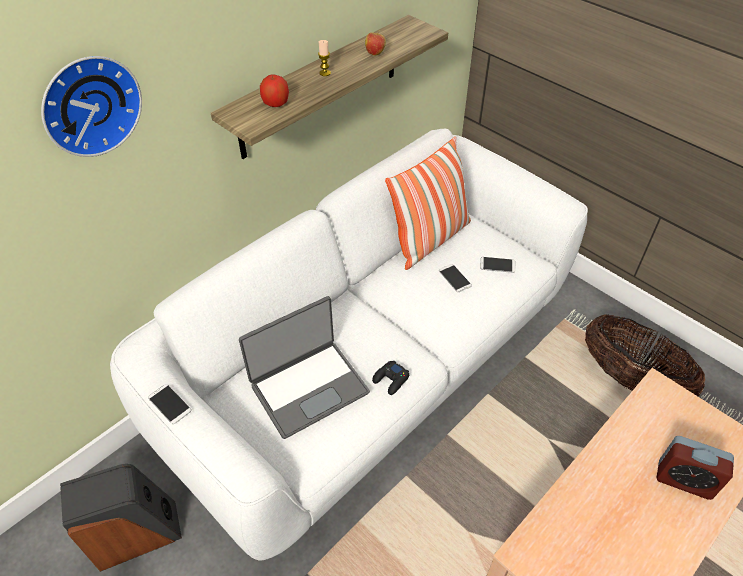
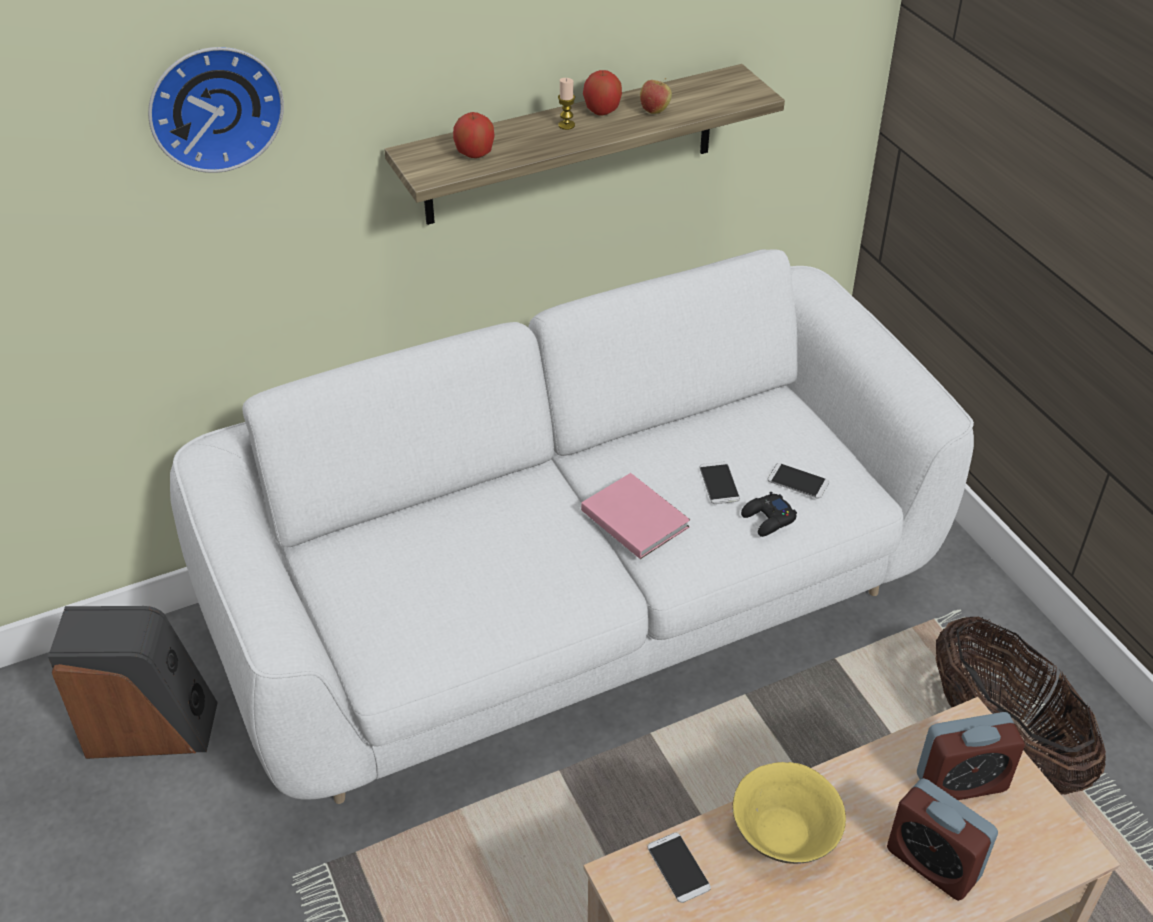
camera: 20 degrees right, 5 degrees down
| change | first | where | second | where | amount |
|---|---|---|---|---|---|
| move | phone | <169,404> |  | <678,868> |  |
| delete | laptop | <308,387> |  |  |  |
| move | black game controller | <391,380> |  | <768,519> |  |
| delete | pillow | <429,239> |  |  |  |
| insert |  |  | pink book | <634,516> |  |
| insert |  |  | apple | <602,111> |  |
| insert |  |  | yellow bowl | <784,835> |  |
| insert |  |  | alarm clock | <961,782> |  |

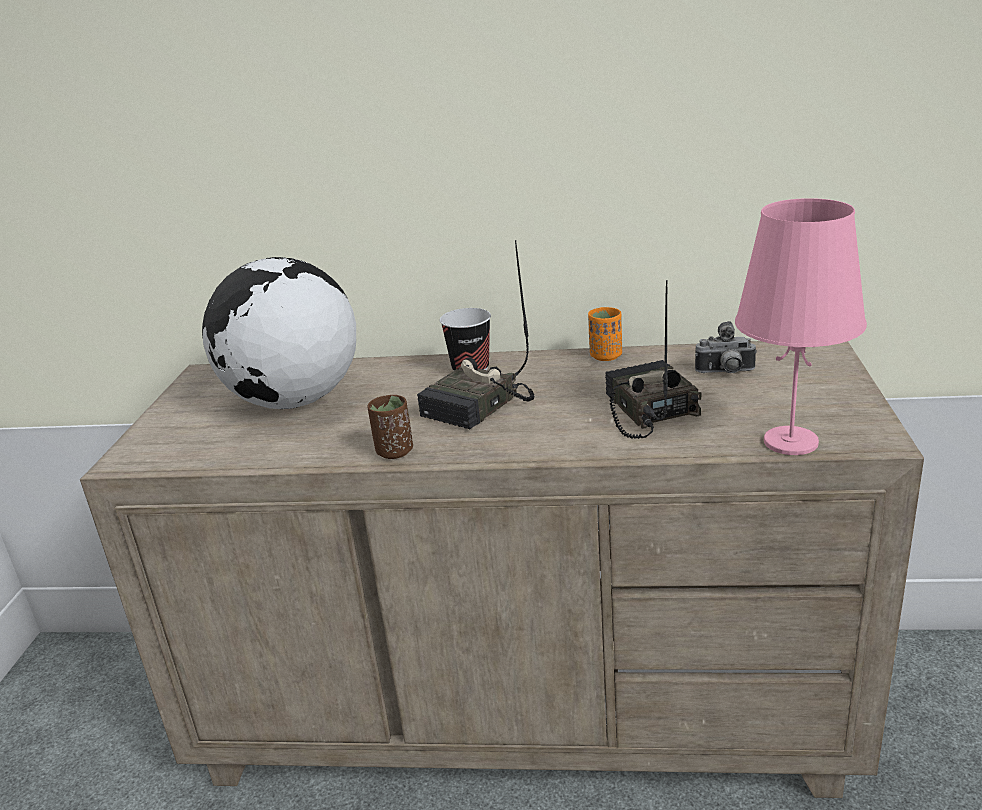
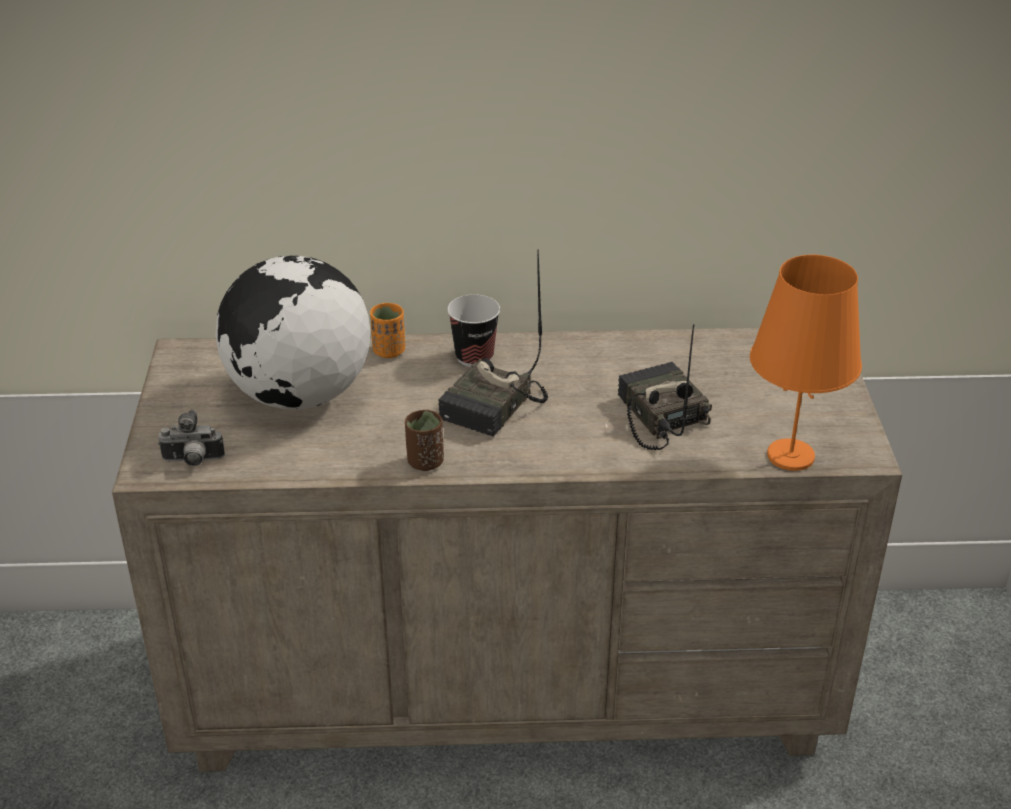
camera: 10 degrees left, 10 degrees up
| change | first | where | second | where | amount |
|---|---|---|---|---|---|
| move | orange cup | <606,356> |  | <389,351> |  |
| move | photo camera | <725,373> |  | <193,461> |  |
| recolor | pink table lamp | <791,441> | orange table lamp | <791,455> |  |

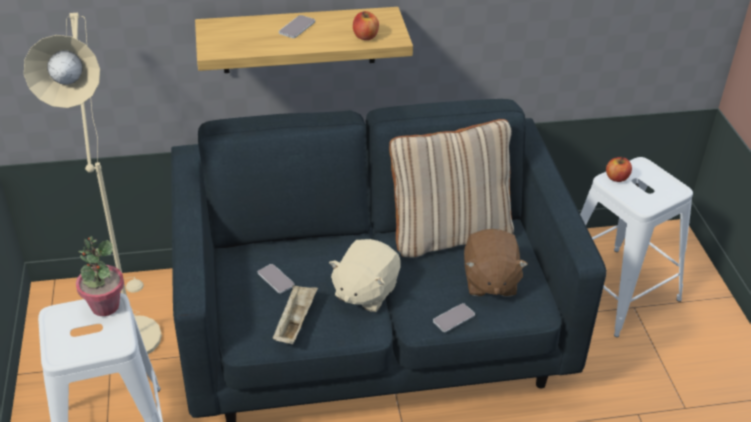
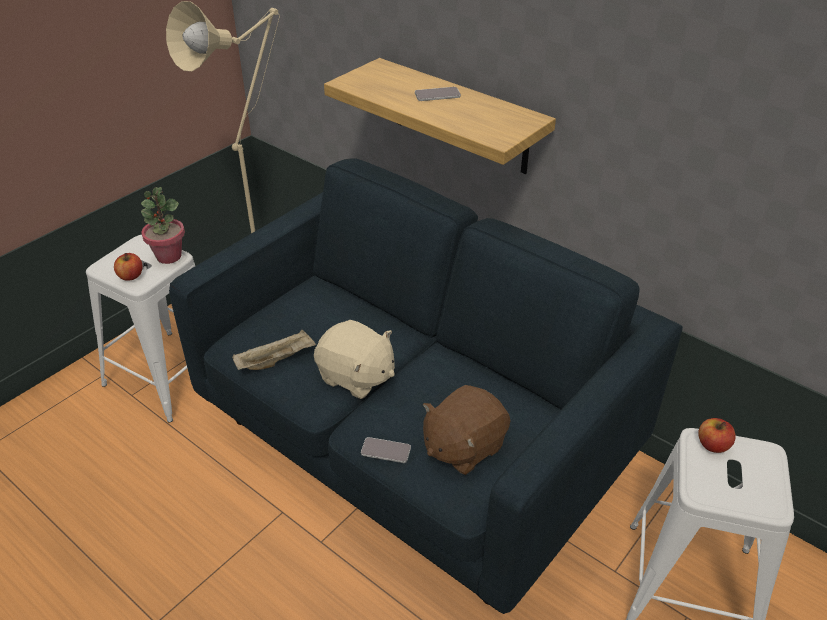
camera: 50 degrees right, 0 degrees up
| change | first | where | second | where | amount |
|---|---|---|---|---|---|
| delete | phone | <276,279> |  |  |  |
| rotate | beige plush toy | <365,291> |  | <356,377> | 135 degrees counterclockwise |
| move | apple | <365,36> |  | <131,276> |  |
| delete | beige pillow | <449,233> |  |  |  |

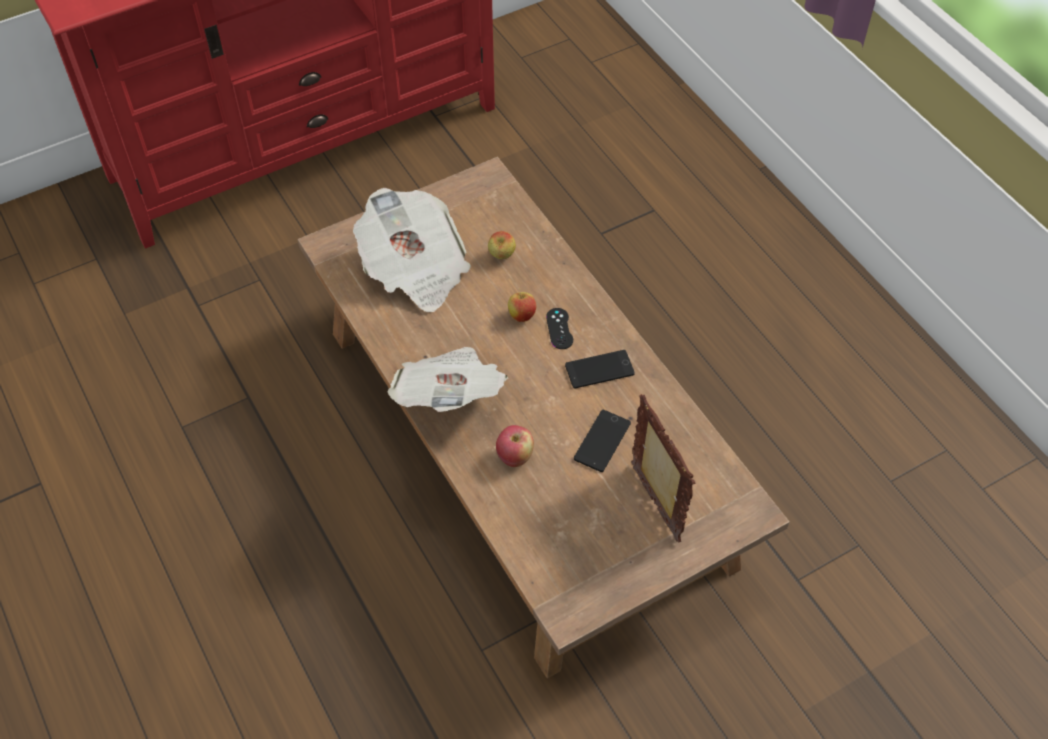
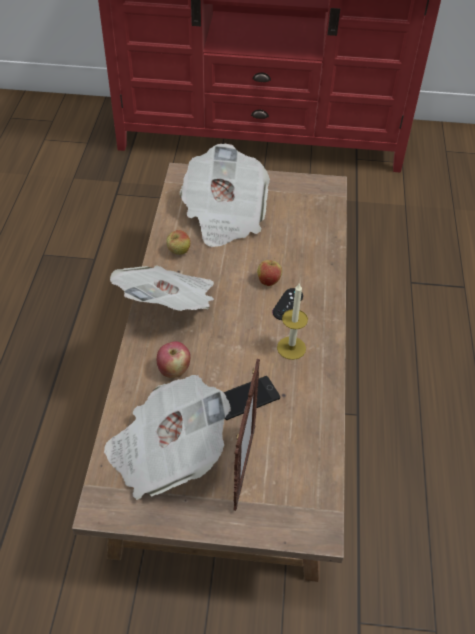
camera: 35 degrees right, 5 degrees down
| change | first | where | second | where | amount |
|---|---|---|---|---|---|
| move | apple | <501,255> |  | <178,252> |  |
| replace | phone | <599,370> | candle | <291,348> |  |
| insert |  |  | newspaper | <166,453> |  |

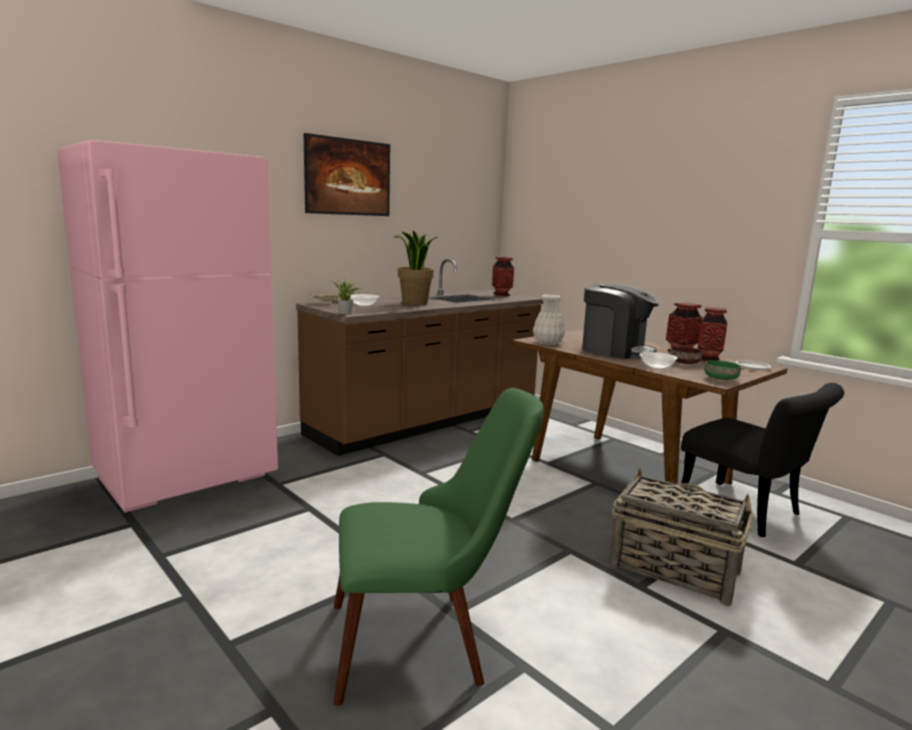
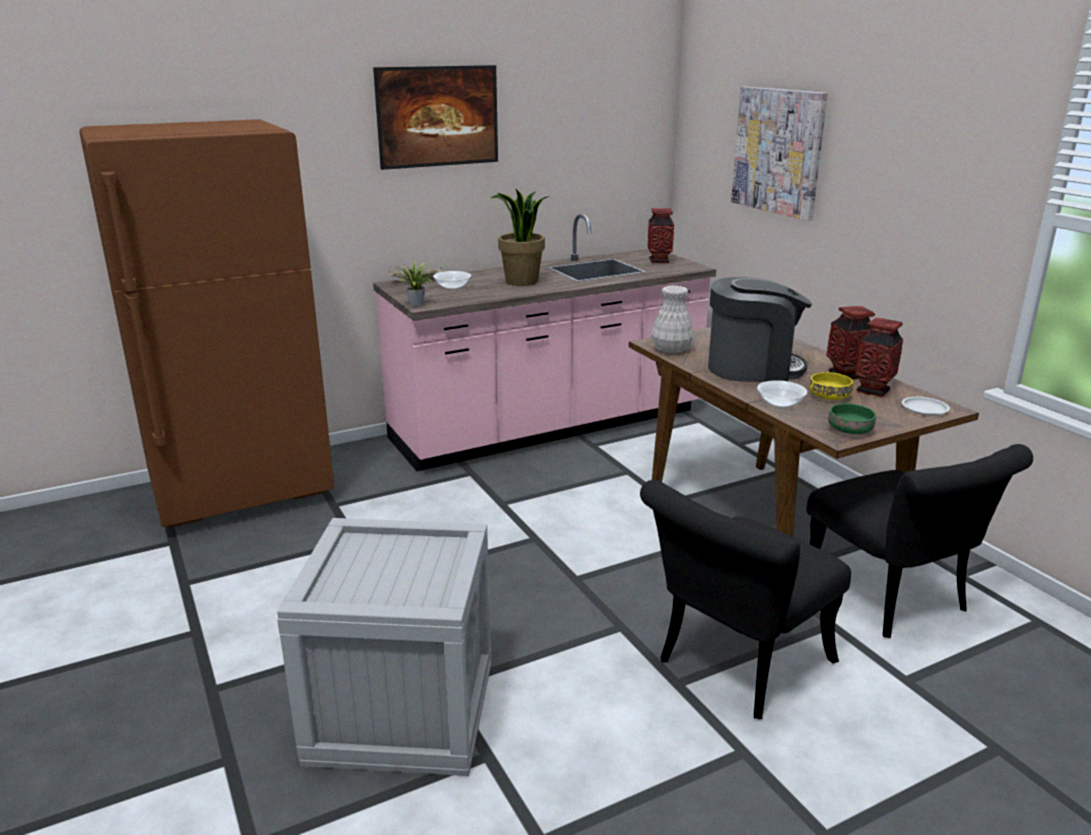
camera: 15 degrees right, 10 degrees up
| change | first | where | second | where | amount |
|---|---|---|---|---|---|
| recolor | pink fridge | <188,481> | brown fridge | <242,493> |  |
| recolor | brown counter | <428,421> | pink counter | <549,427> |  |
| replace | green chair | <427,640> | crate | <403,712> |  |
| rotate | coffee machine | <615,351> |  | <752,368> | 45 degrees counterclockwise |
| replace | basket | <673,568> | black chair | <734,666> |  |
| recolor | brown bowl | <684,363> | yellow bowl | <829,397> |  |
| insert |  |  | picture | <778,151> |  |

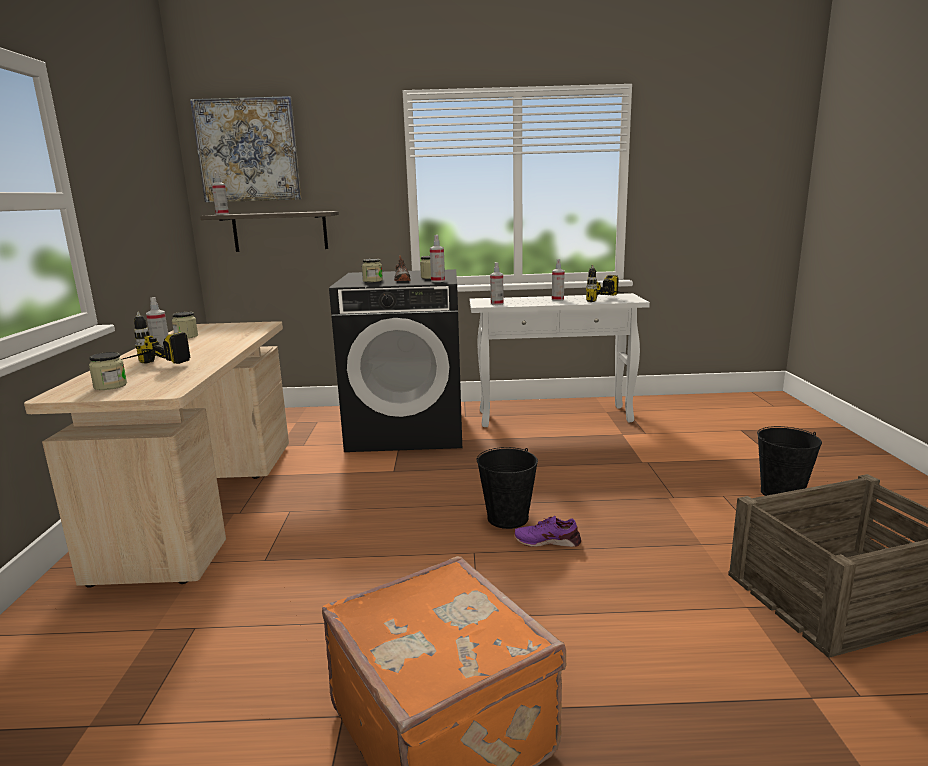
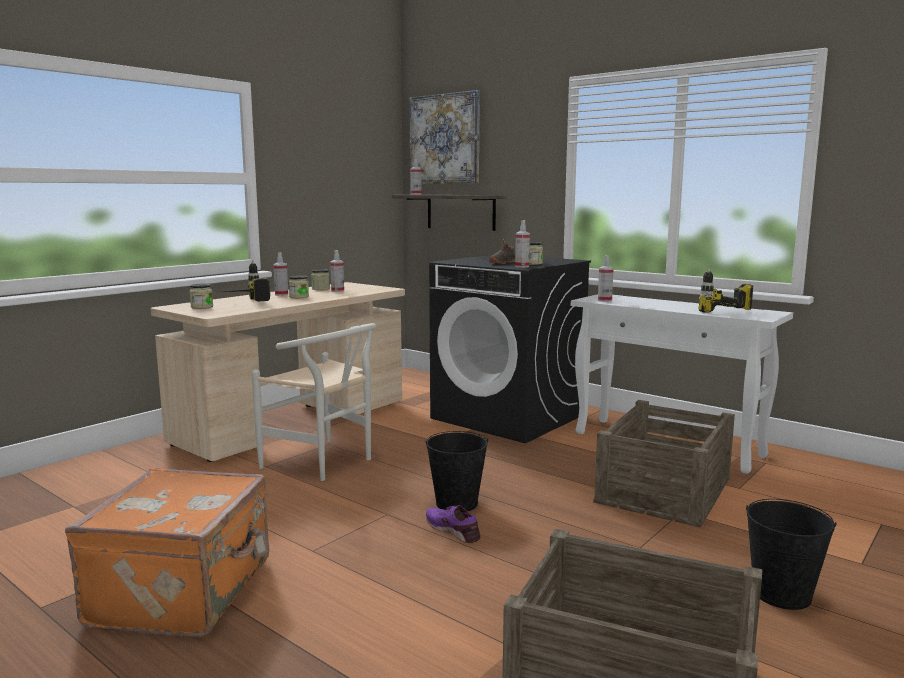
camera: 40 degrees right, 5 degrees down
| change | first | where | second | where | amount |
|---|---|---|---|---|---|
| move | jar | <372,281> |  | <299,297> |  |
| move | spray bottle | <557,300> |  | <337,291> |  |
| insert |  |  | white chair | <325,463> |  |
| insert |  |  | crate | <665,490> |  |

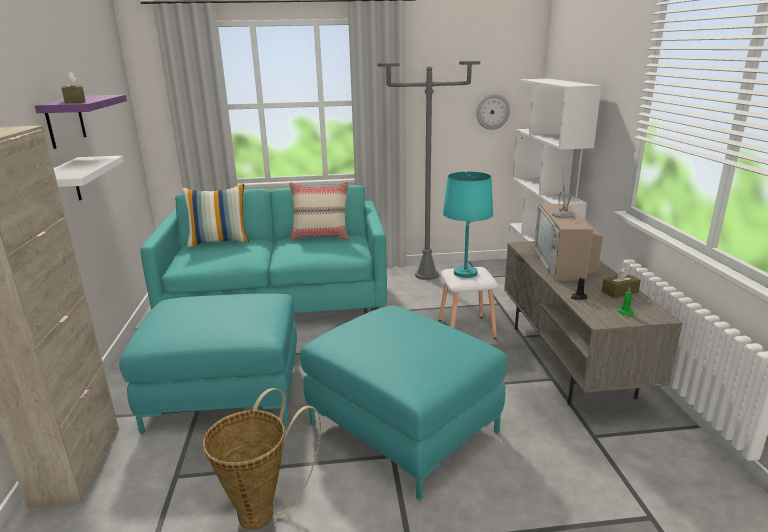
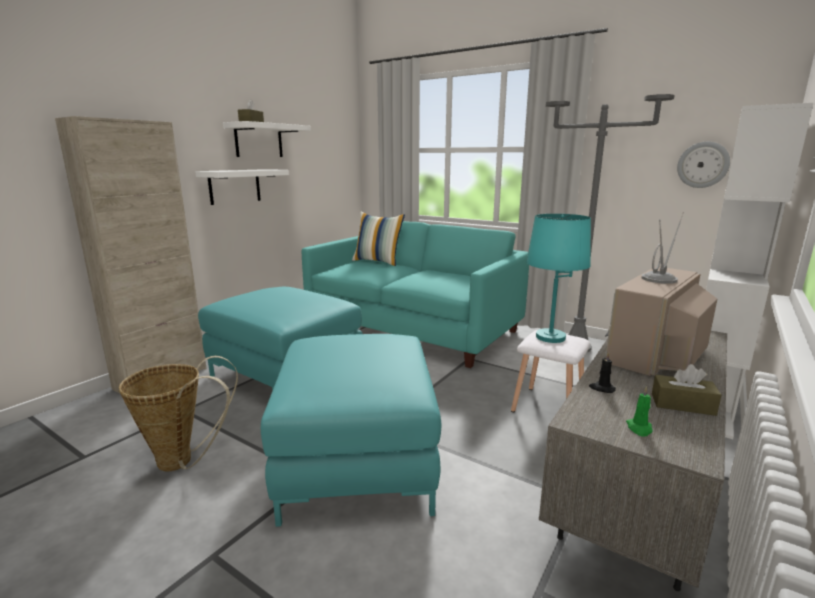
camera: 40 degrees right, 5 degrees down
| change | first | where | second | where | amount |
|---|---|---|---|---|---|
| recolor | purple shelf | <65,121> | white shelf | <258,141> |  |
| delete | beige pillow | <321,237> |  |  |  |

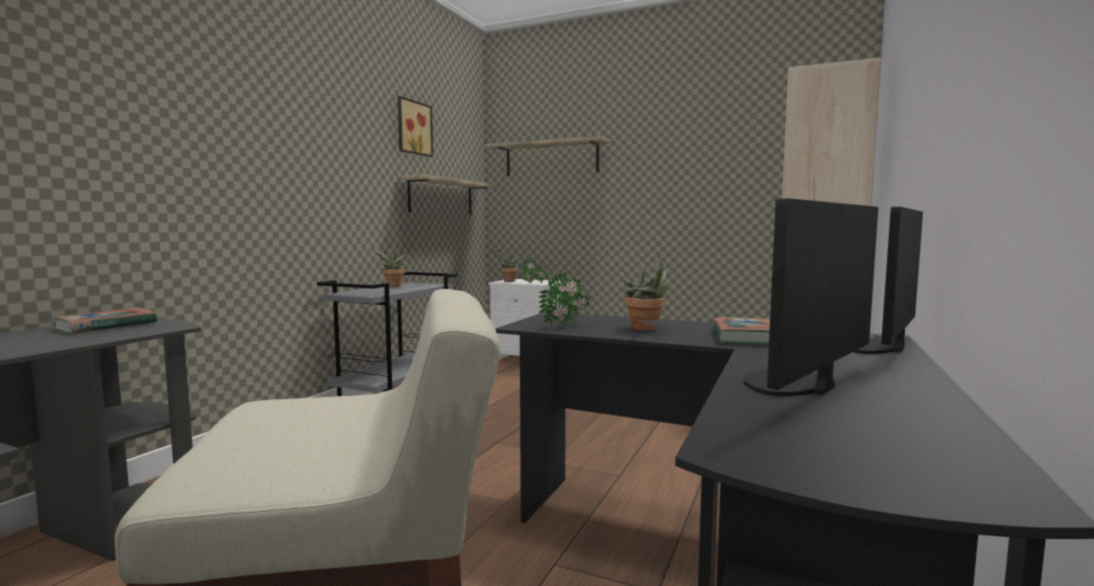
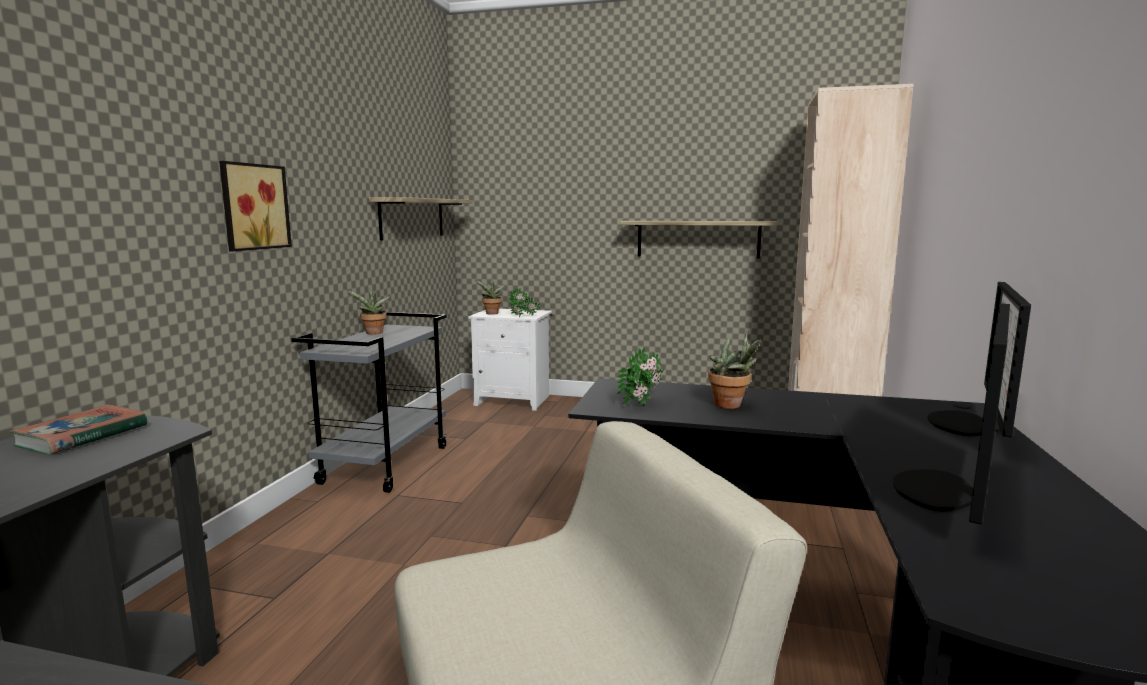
camera: 10 degrees left, 5 degrees up
| change | first | where | second | where | amount |
|---|---|---|---|---|---|
| move | picture | <413,128> |  | <252,207> |  |
| move | shelf | <551,159> |  | <698,239> |  |
| delete | book | <744,337> |  |  |  |

